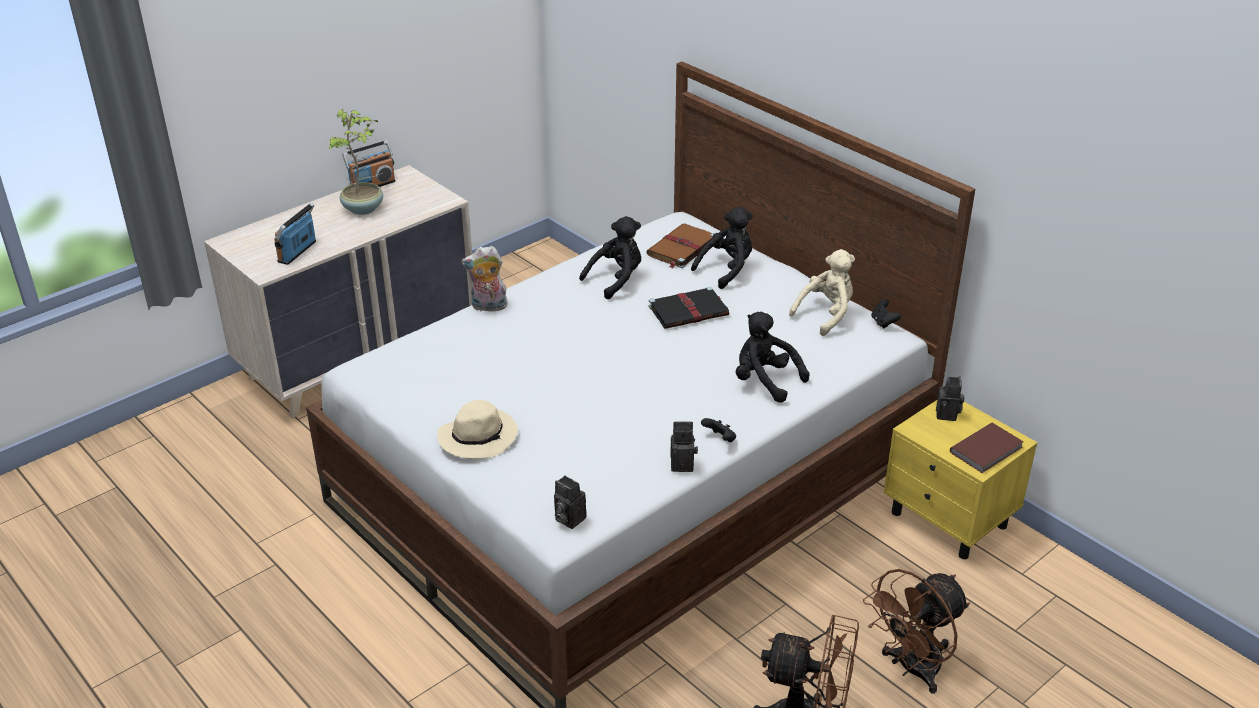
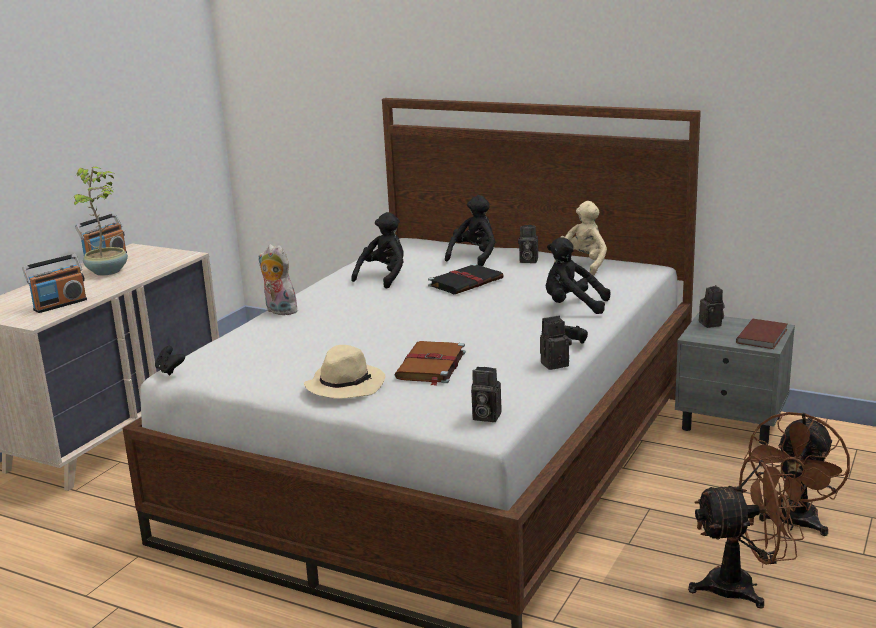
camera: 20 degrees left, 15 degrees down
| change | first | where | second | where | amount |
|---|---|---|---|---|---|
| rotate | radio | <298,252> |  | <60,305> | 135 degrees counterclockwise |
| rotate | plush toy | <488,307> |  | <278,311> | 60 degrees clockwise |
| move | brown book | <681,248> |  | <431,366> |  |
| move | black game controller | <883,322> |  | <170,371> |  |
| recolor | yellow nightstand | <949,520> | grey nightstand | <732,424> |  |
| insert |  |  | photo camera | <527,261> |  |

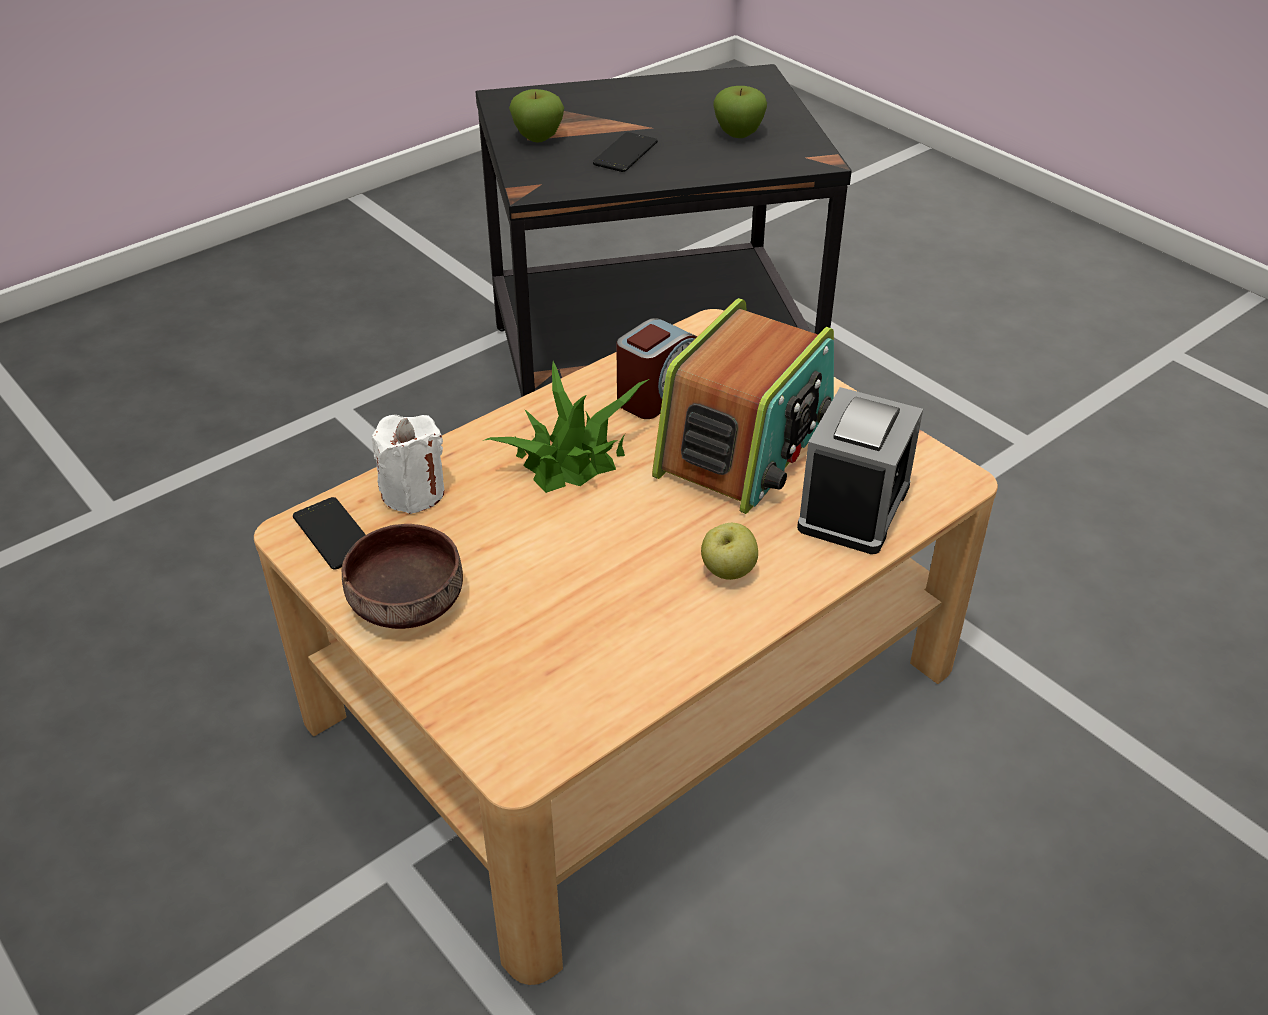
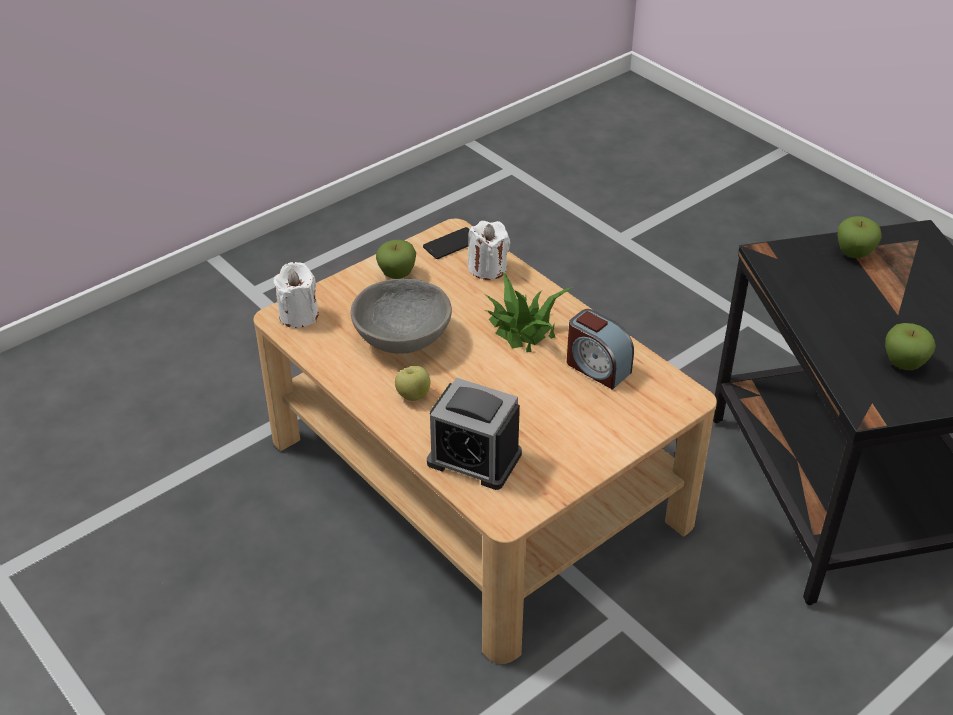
camera: 90 degrees right, 0 degrees up
| change | first | where | second | where | amount |
|---|---|---|---|---|---|
| replace | brown bowl | <410,601> | apple | <397,274> |  |
| delete | phone | <625,153> |  |  |  |
| delete | radio | <747,445> |  |  |  |
| insert |  |  | white candle | <298,315> |  |
| insert |  |  | grey bowl | <403,337> |  |

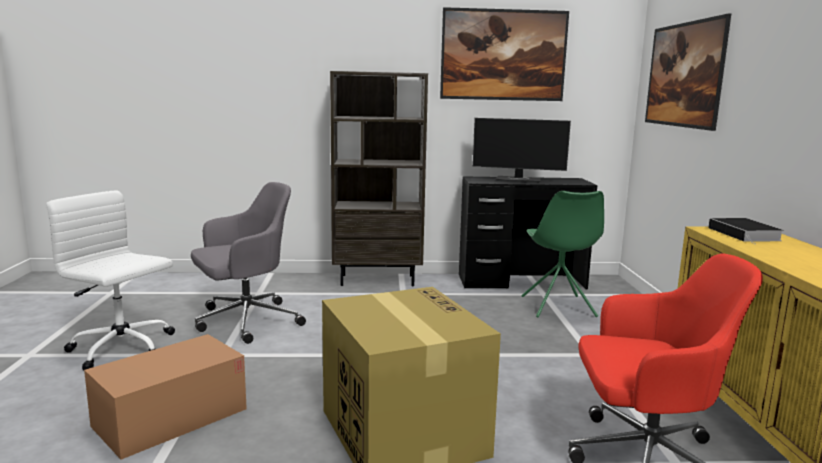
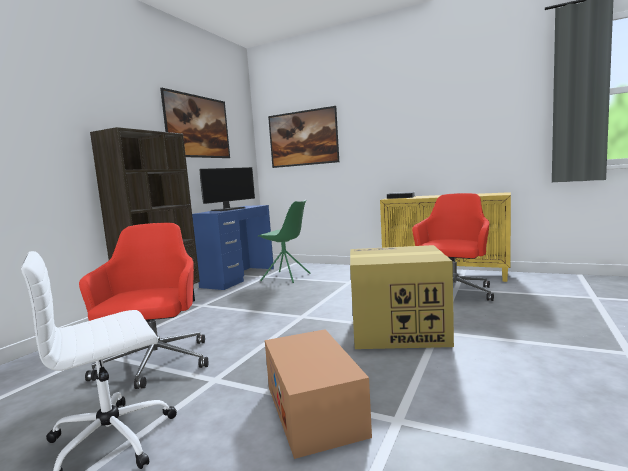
camera: 60 degrees left, 5 degrees down
| change | first | where | second | where | amount |
|---|---|---|---|---|---|
| recolor | grey office chair | <245,321> | red office chair | <155,364> |  |
| recolor | black desk | <521,281> | blue desk | <239,277> |  |

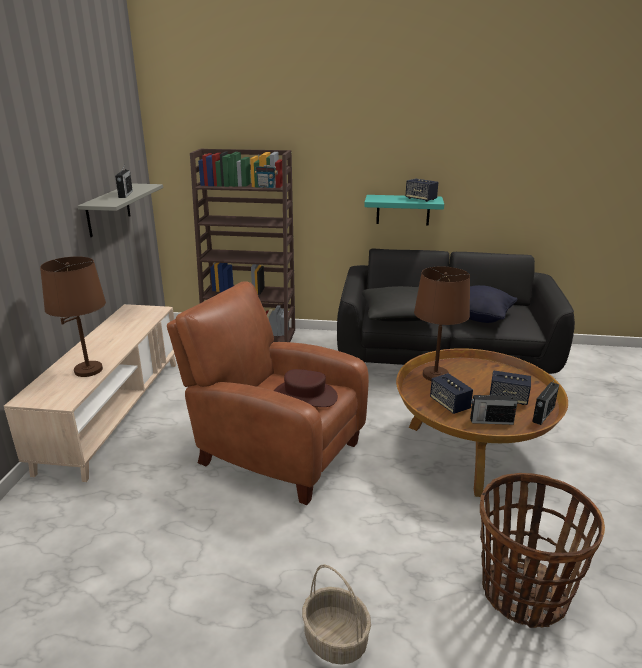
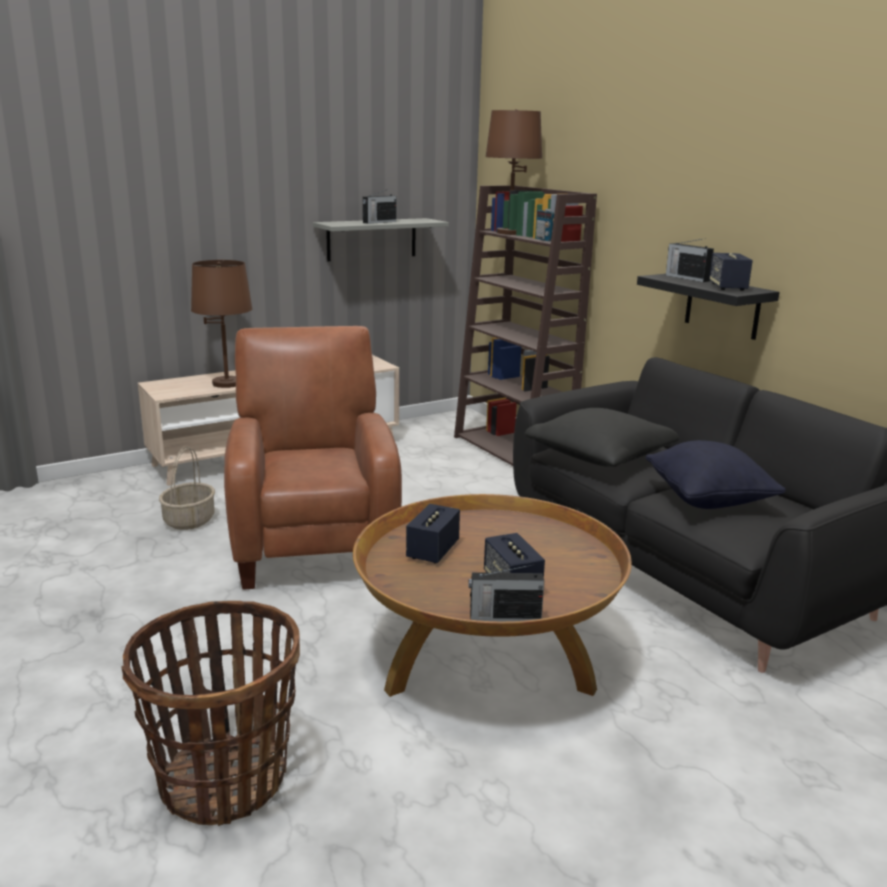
camera: 50 degrees right, 5 degrees down
| change | first | where | second | where | amount |
|---|---|---|---|---|---|
| delete | brown hat | <305,396> |  |  |  |
| move | basket | <334,640> |  | <189,520> |  |
| recolor | turquoise shelf | <403,210> | black shelf | <722,306> |  |
| move | brown table lamp | <436,375> |  | <510,233> |  |
| move | radio | <490,421> |  | <686,278> |  |

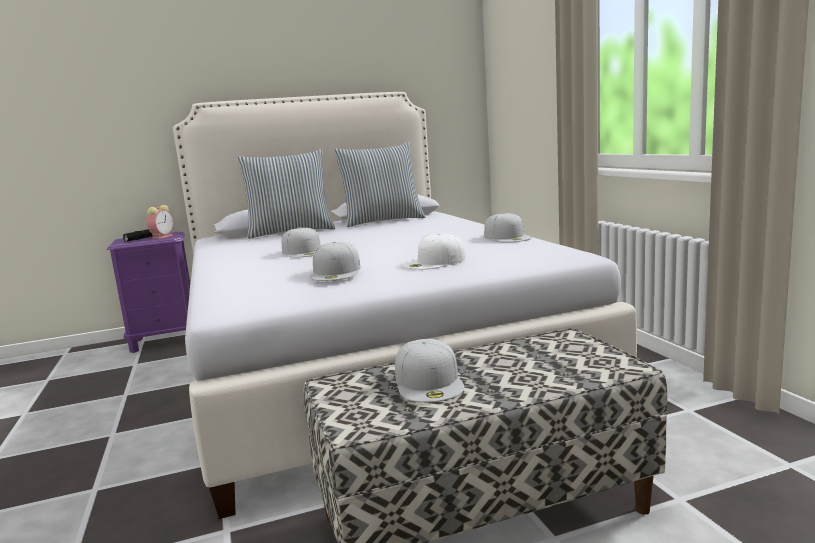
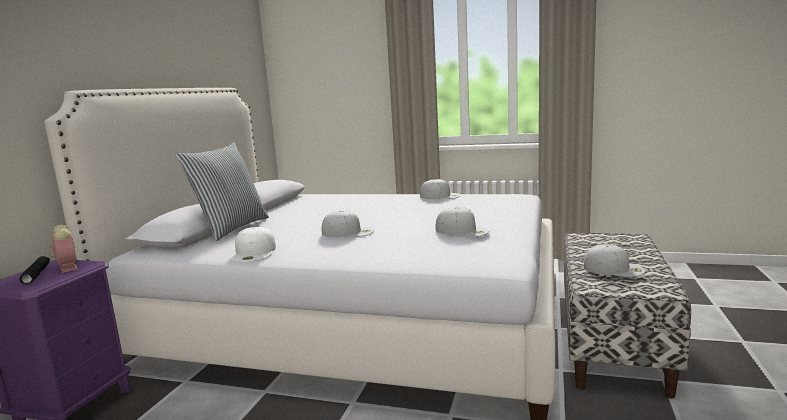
camera: 55 degrees left, 0 degrees up
| change | first | where | second | where | amount |
|---|---|---|---|---|---|
| delete | pillow | <383,221> |  |  |  |
| move | white cap | <435,262> |  | <254,252> |  |

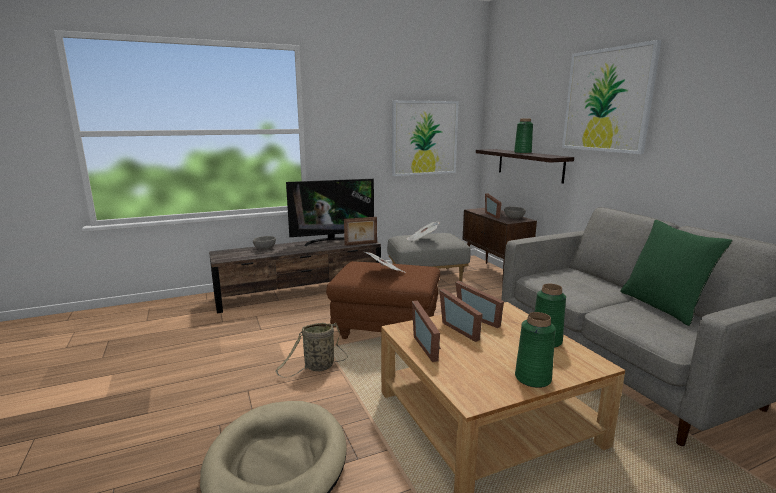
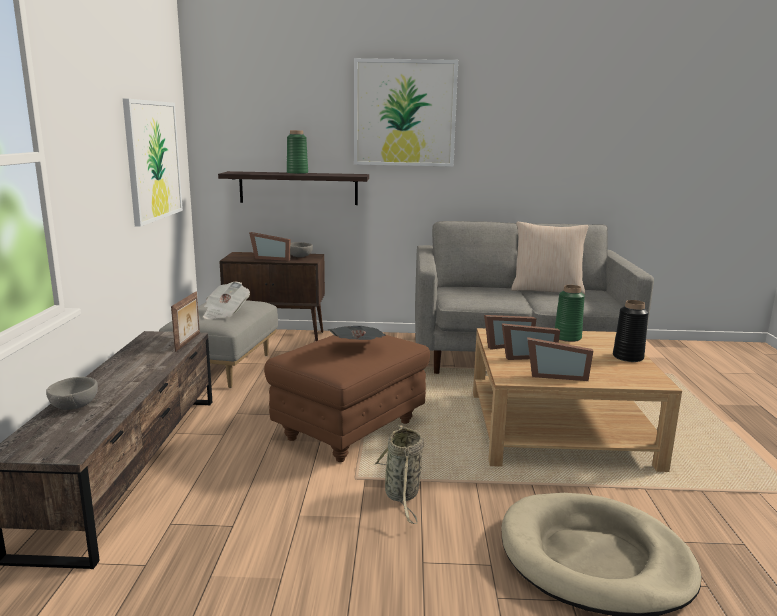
camera: 65 degrees left, 0 degrees up
| change | first | where | second | where | amount |
|---|---|---|---|---|---|
| delete | television | <332,241> |  |  |  |
| recolor | green vase | <533,378> | black vase | <627,357> |  |
| recolor | green pillow | <663,306> | beige pillow | <547,290> |  |

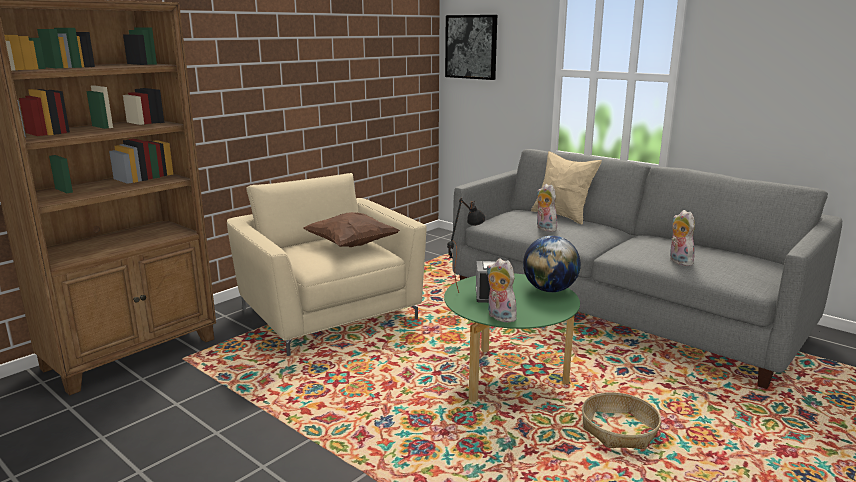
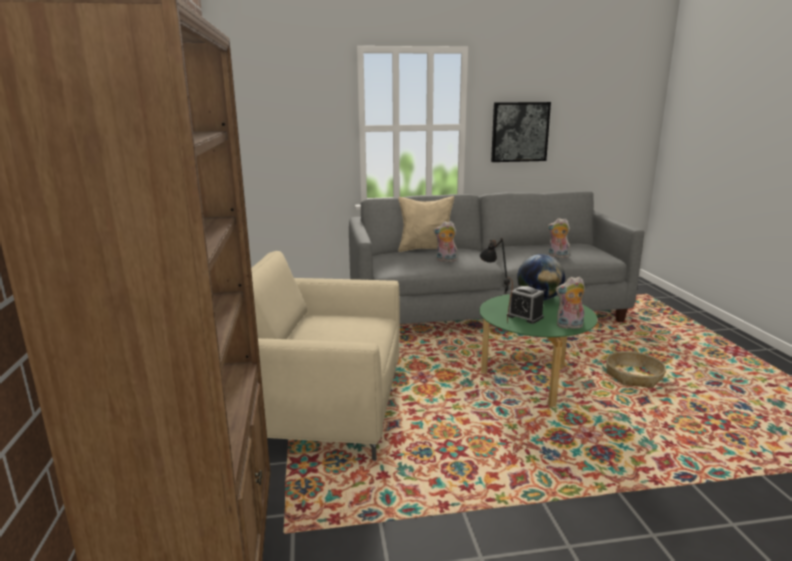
camera: 50 degrees left, 0 degrees up
| change | first | where | second | where | amount |
|---|---|---|---|---|---|
| delete | brown pillow | <351,245> |  |  |  |
| move | picture | <471,47> |  | <519,132> |  |

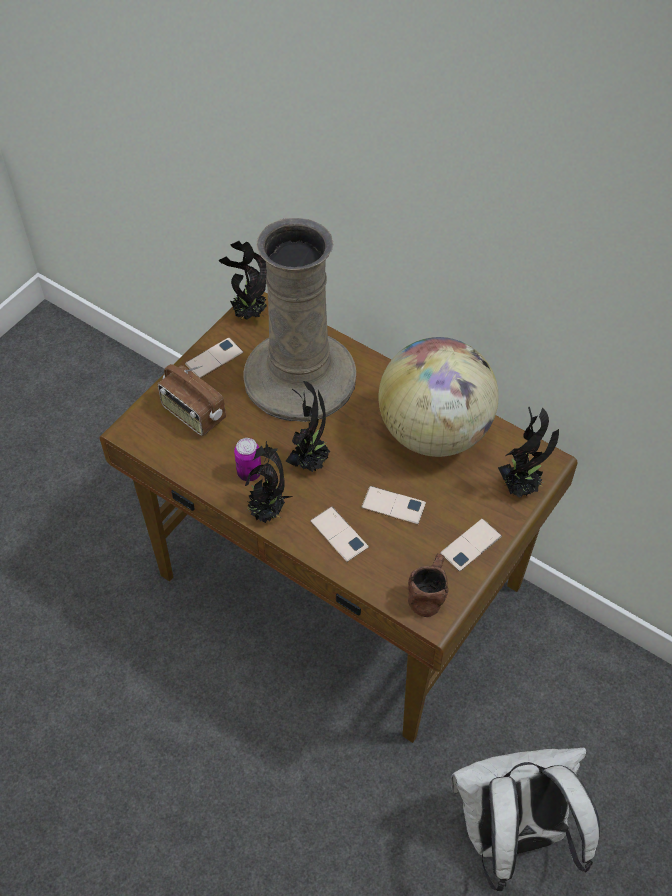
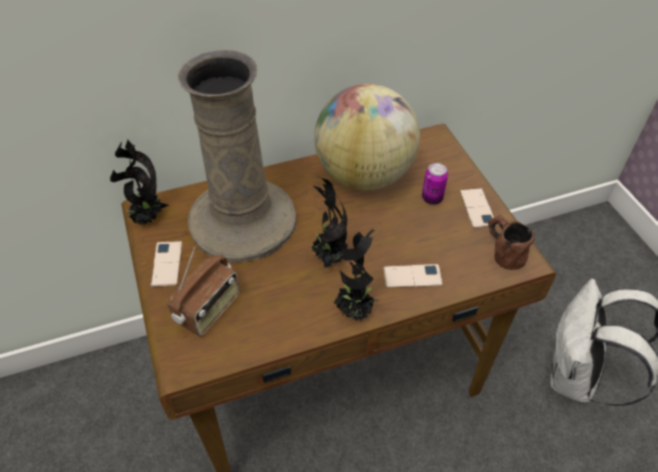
camera: 55 degrees left, 5 degrees down
| change | first | where | second | where | amount |
|---|---|---|---|---|---|
| rotate | radio | <193,414> |  | <209,309> | 45 degrees counterclockwise |
| move | can | <249,473> |  | <432,198> |  |
| delete | phone | <393,505> |  |  |  |
| delete | potted plant | <521,487> |  |  |  |

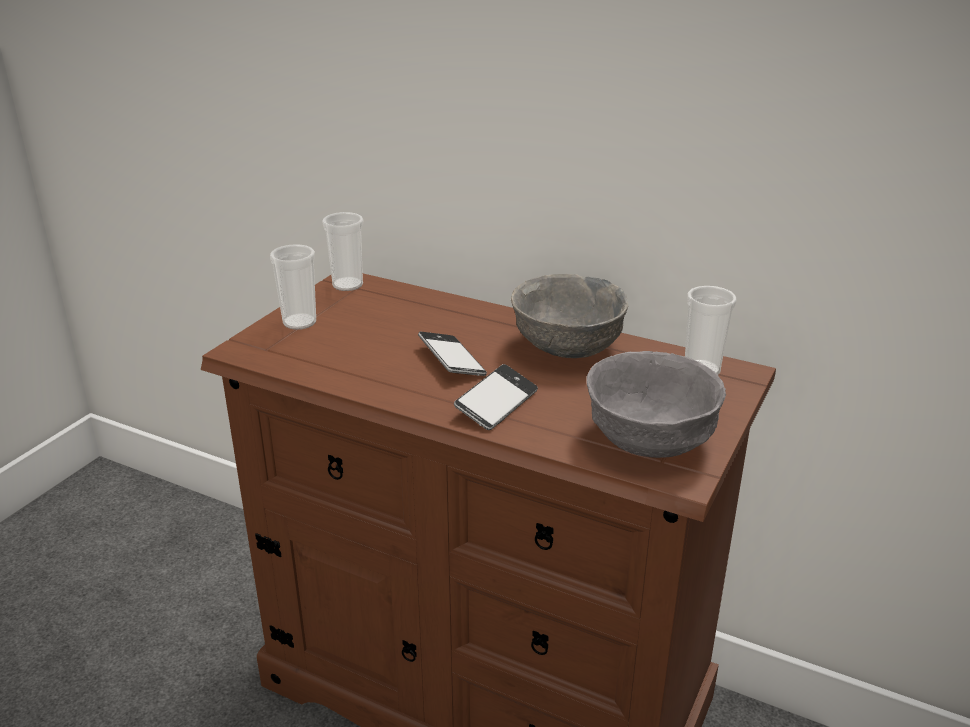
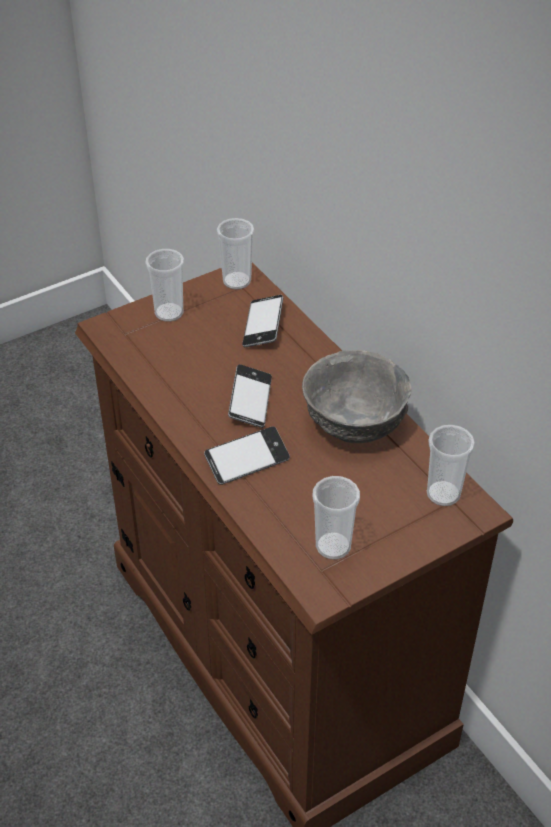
camera: 30 degrees right, 15 degrees up
| change | first | where | second | where | amount |
|---|---|---|---|---|---|
| replace | grey bowl | <652,439> | cup | <333,546> |  |
| insert |  |  | phone | <263,326> |  |

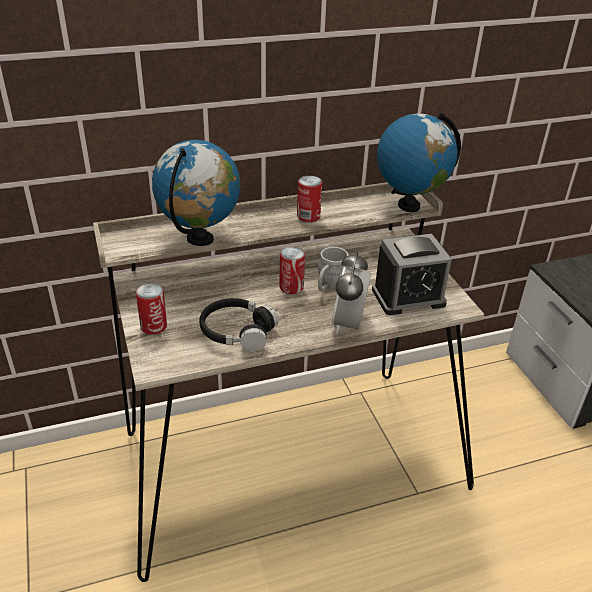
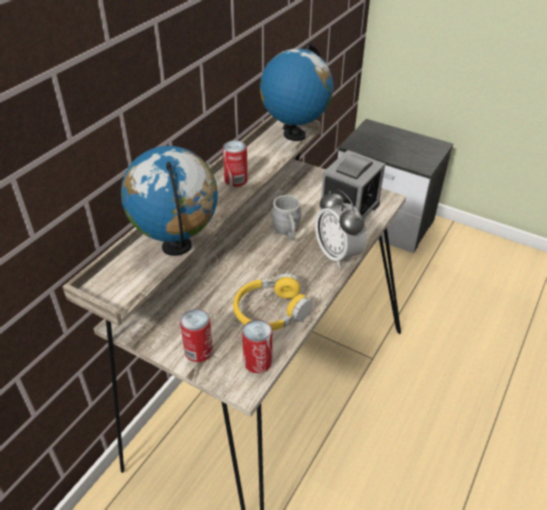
camera: 40 degrees left, 5 degrees up
| change | first | where | second | where | amount |
|---|---|---|---|---|---|
| recolor | black headphones | <237,332> | yellow headphones | <270,311> |  |
| move | can | <291,287> |  | <257,362> |  |

